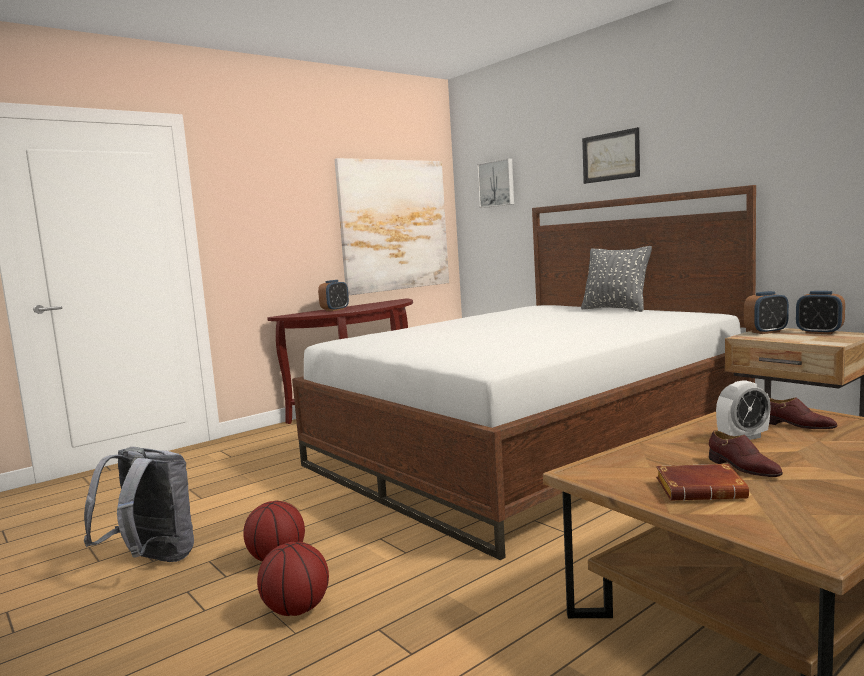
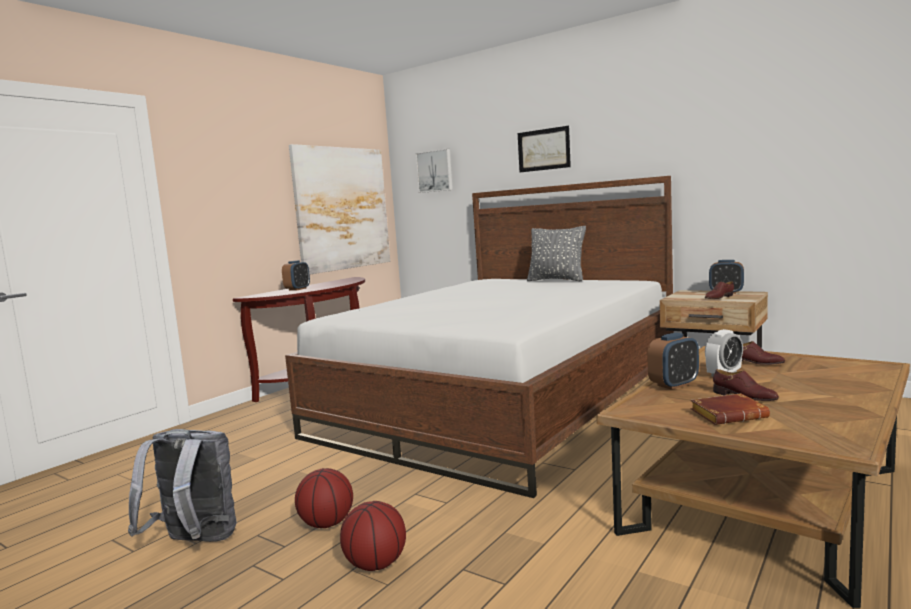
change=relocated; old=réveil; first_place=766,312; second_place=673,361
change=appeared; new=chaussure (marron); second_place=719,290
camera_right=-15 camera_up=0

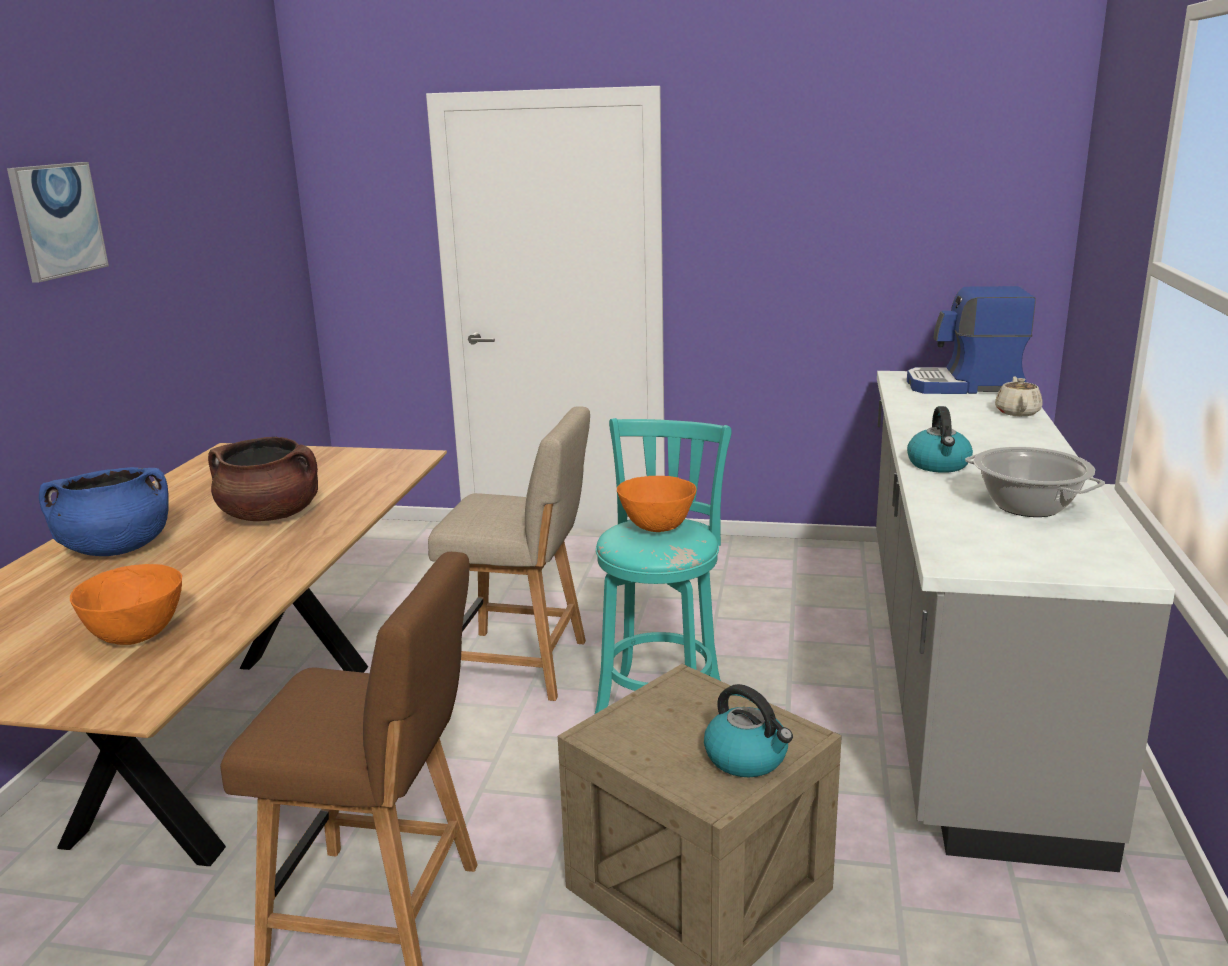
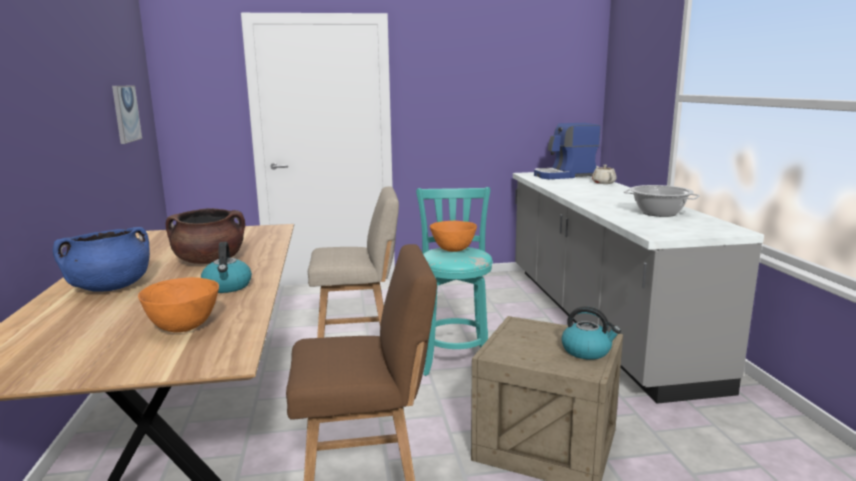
change=relocated; old=tableau; first_place=58,222; second_place=127,114
change=relocated; old=bouilloire; first_place=940,439; second_place=226,267
camera_right=-20 camera_up=-5

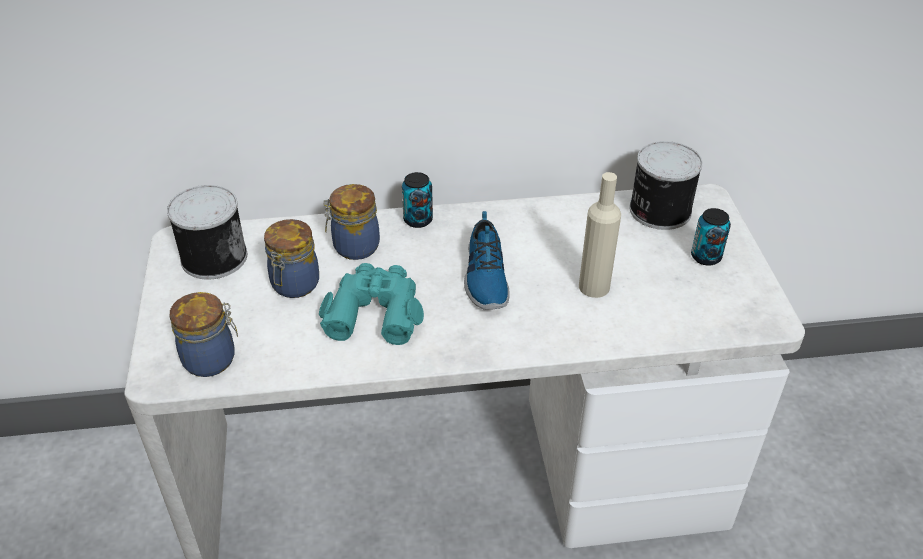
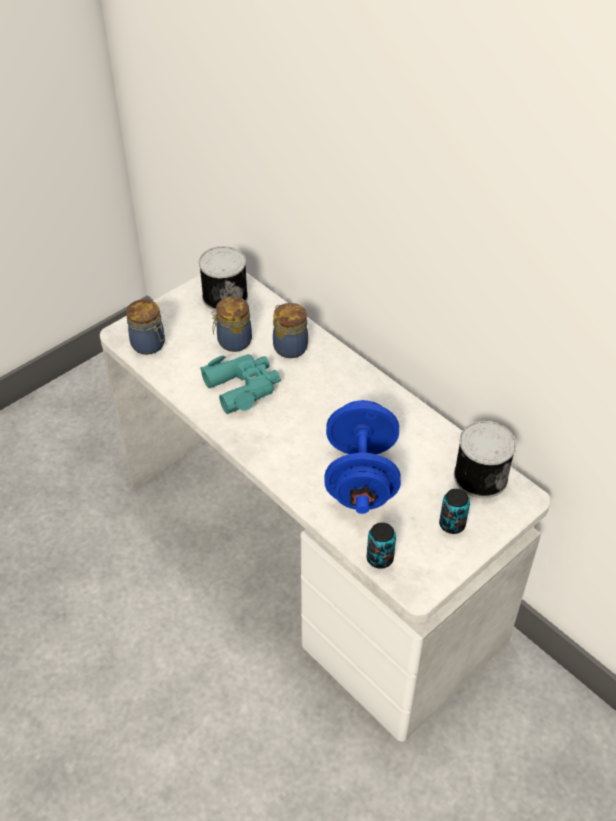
change=relocated; old=boîte métallique; first_place=417,200; second_place=381,545
change=missing; old=chaussure; first_place=487,260
change=exchanged; old=bouteille (beige); new=haltère (bleu); first_place=600,235; second_place=362,457
camera_right=55 camera_up=5

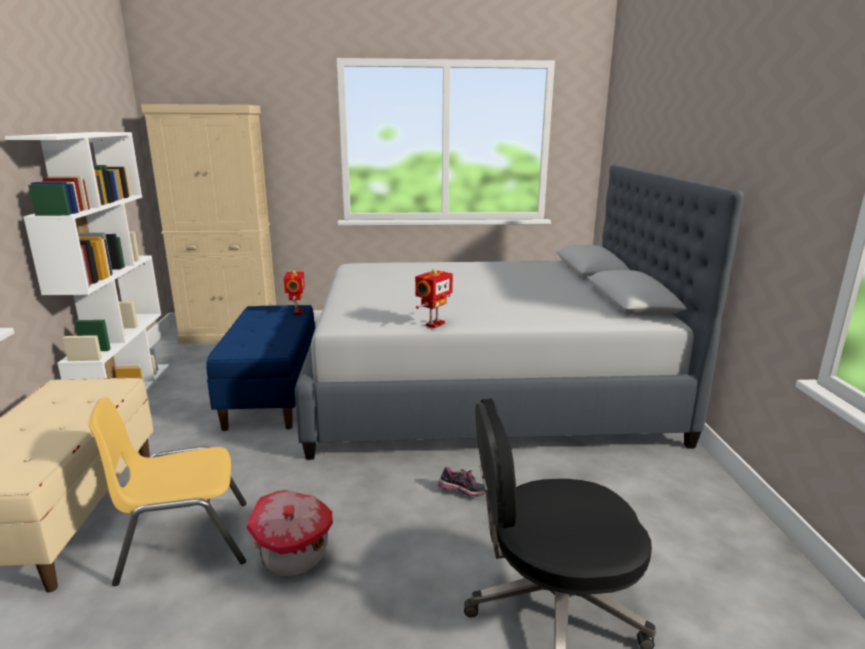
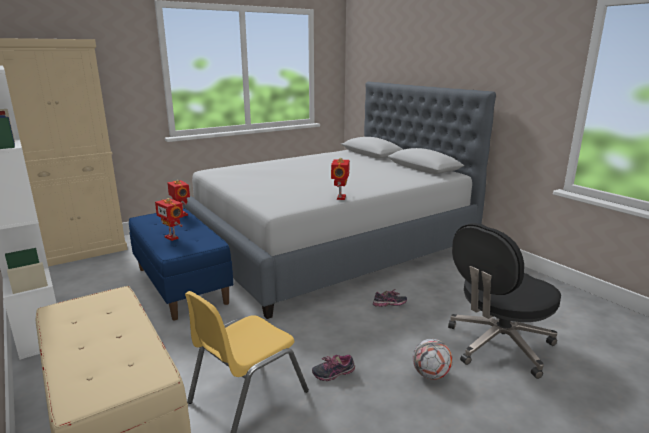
change=exchanged; old=maison miniature; new=chaussure; first_place=289,533; second_place=333,368
change=appeared; new=robot jouet; second_place=169,219
change=appeared; new=ballon de foot; second_place=433,359
camera_right=-30 camera_up=0

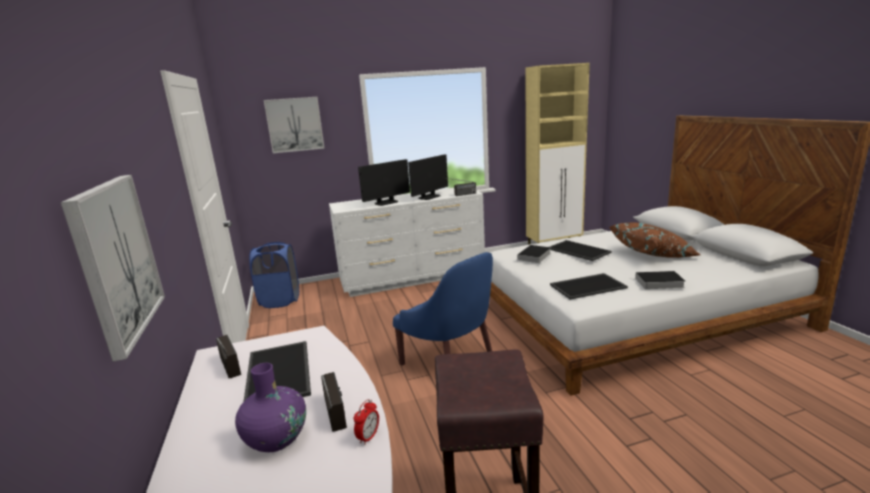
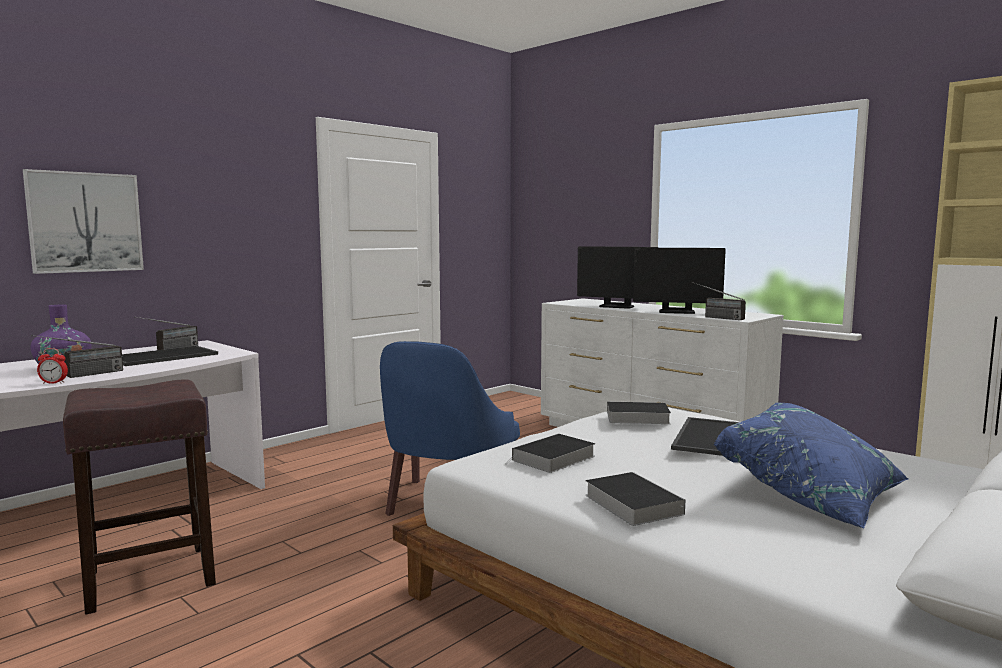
change=missing; old=panier à linge (bleu); first_place=274,275
change=missing; old=tableau; first_place=294,125
change=exchanged; old=plateau; new=livre; first_place=589,286; second_place=550,453
change=colour; old=coussin (marron); new=coussin (bleu); first_place=655,240; second_place=811,465
camera_right=60 camera_up=-10

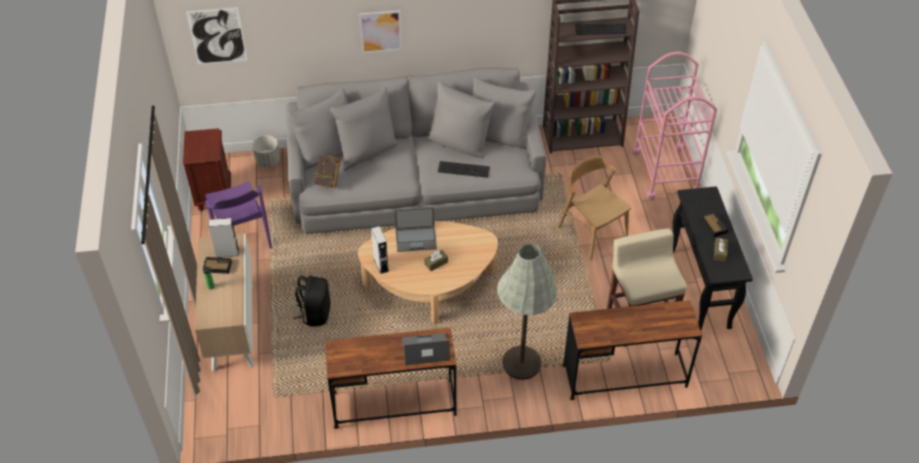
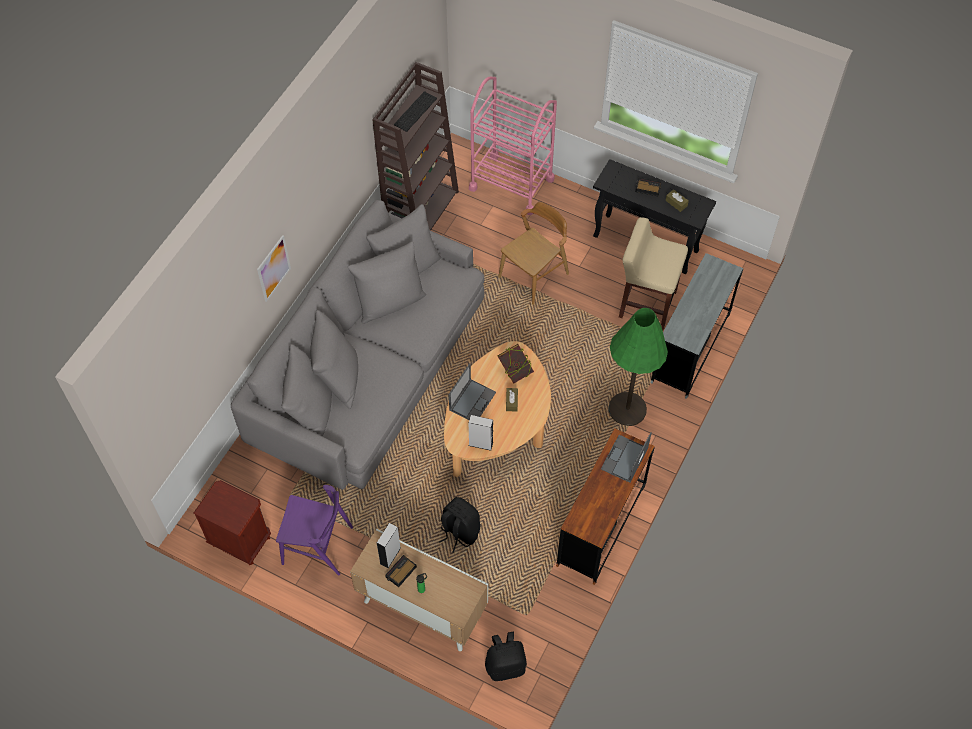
change=missing; old=tableau; first_place=217,35
change=missing; old=cache-pot (gris); first_place=266,151
change=relocated; old=livre; first_place=328,171; second_place=516,363
change=missing; old=clavier; first_place=464,169
change=colour; old=lampadaire (gris); new=lampadaire (vert); first_place=527,311; second_place=638,367
change=spun; old=chaise (marron); first_place=594,207; second_place=533,253; degrees=135
change=colour; old=bureau (marron); new=bureau (gris); first_place=632,350; second_place=696,326
change=appeared; new=sac à dos (noir); second_place=506,656
camera_right=-55 camera_up=10

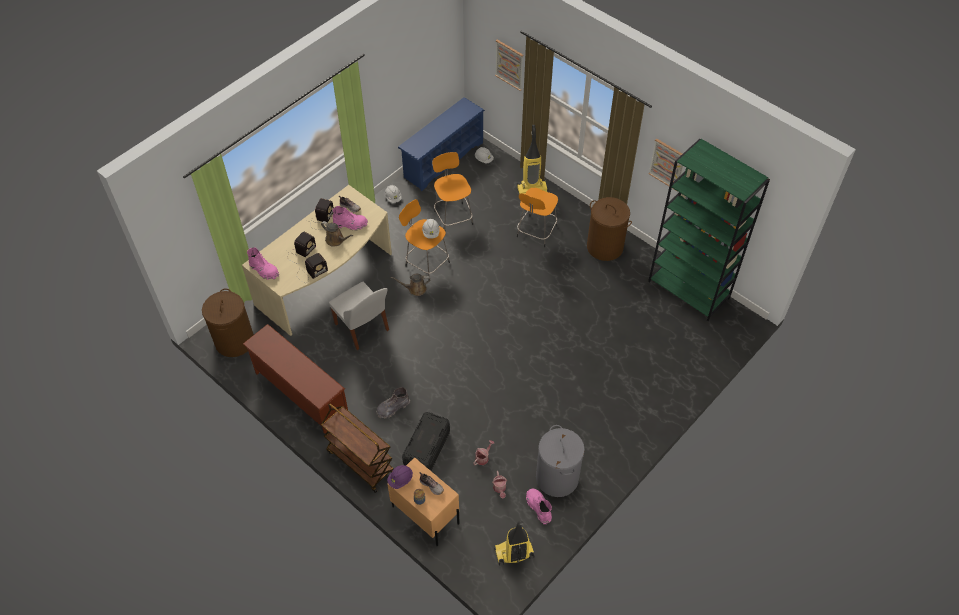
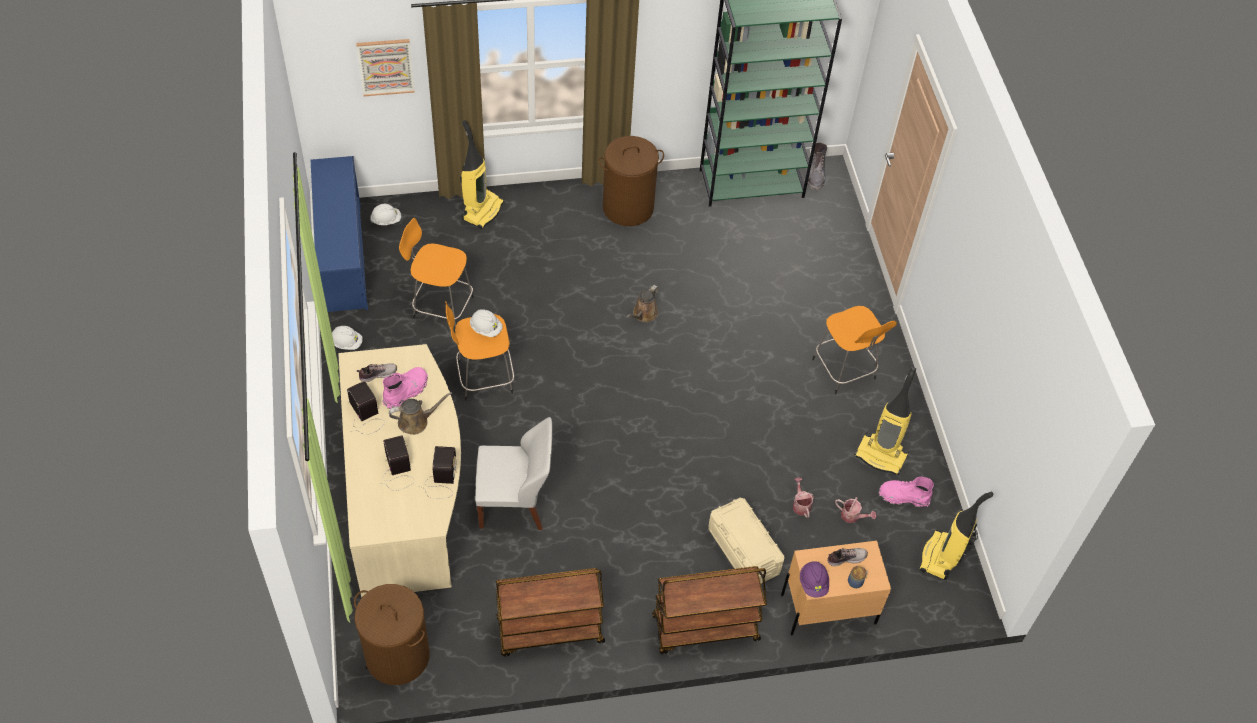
change=exchanged; old=étagère à chaussures (marron); new=chariot (marron); first_place=295,379; second_place=550,612
change=missing; old=botte (rose); first_place=263,263
change=relocated; old=botte (gris); first_place=393,403; second_place=817,166
change=relocated; old=arrosoir (marron); first_place=410,285; second_place=643,303
change=colour; old=boîte de rangement (noir); new=boîte de rangement (beige); first_place=426,441; second_place=746,541
change=relocated; old=tabouret (orange); first_place=537,217; second_place=854,350
change=exchanged; old=panier à linge (gris); new=aspirateur; first_place=560,461; second_place=885,421
change=missing; old=tableau; first_place=666,165
camera_right=-55 camera_up=0

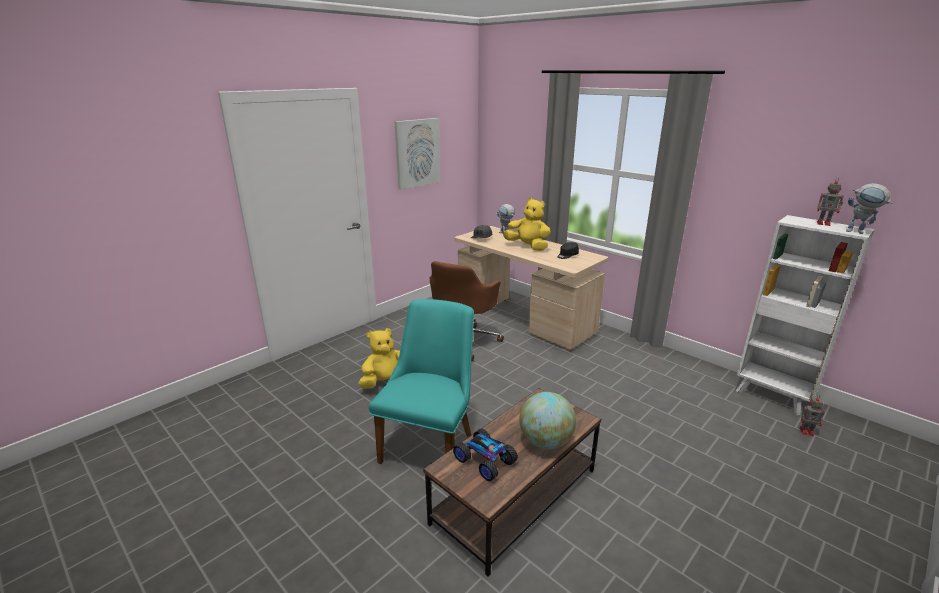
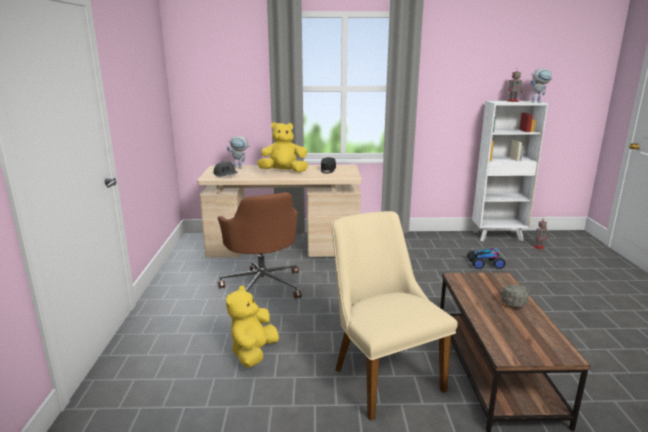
change=colour; old=chaise (turquoise); new=chaise (beige); first_place=421,381; second_place=395,316
change=missing; old=tableau; first_place=417,154
change=relocated; old=petite voiture; first_place=485,454; second_place=486,258
change=exchanged; old=globe; new=casquette (gris); first_place=547,420; second_place=515,295
camera_right=-45 camera_up=-5

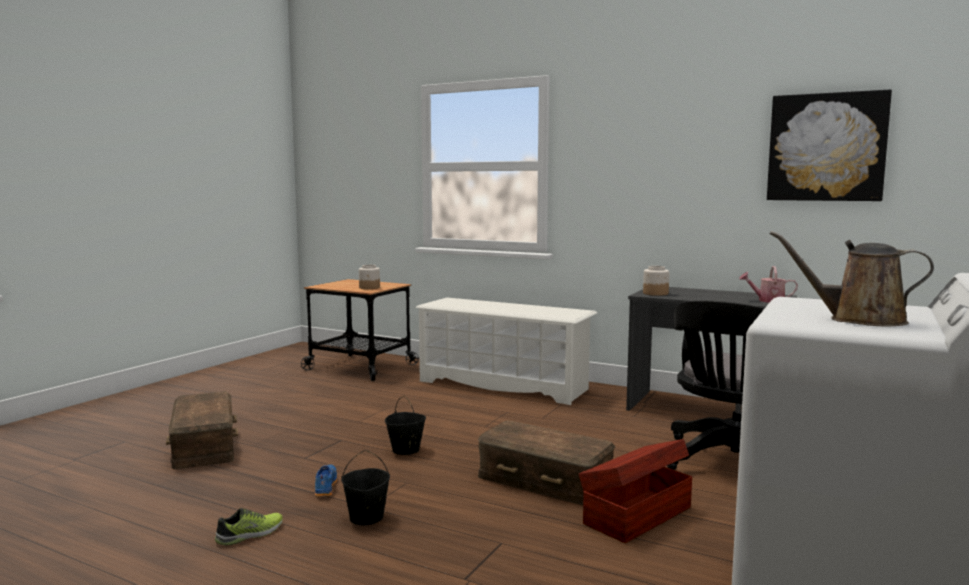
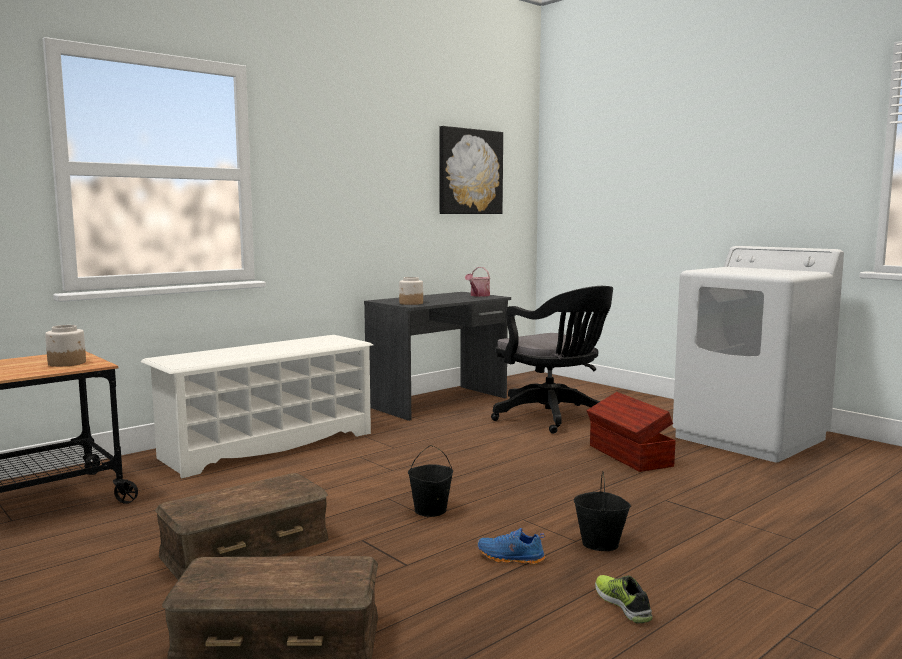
change=relocated; old=boîte de rangement (marron); first_place=546,463; second_place=242,526
change=missing; old=arrosoir (marron); first_place=852,279
camera_right=-70 camera_up=0

